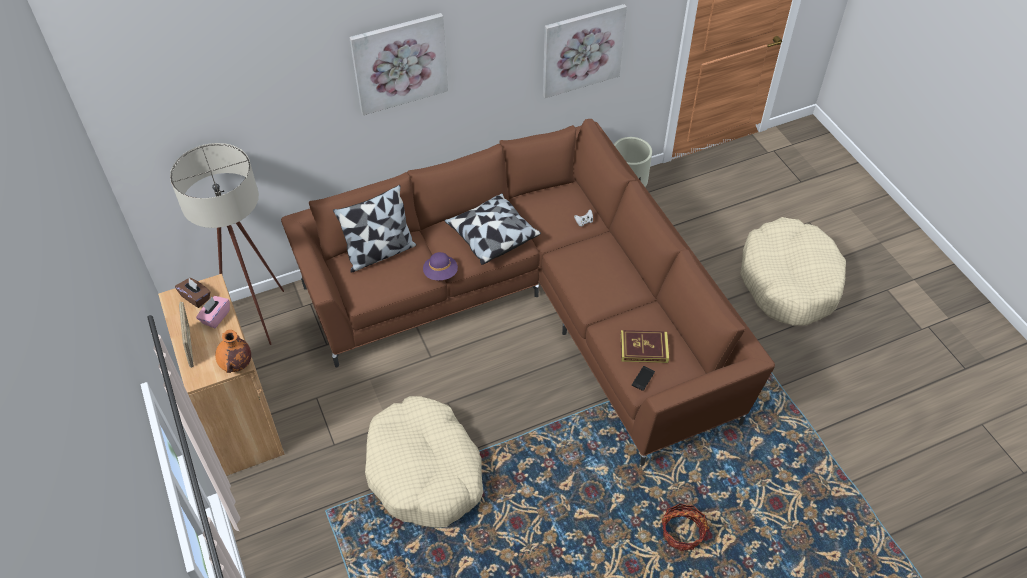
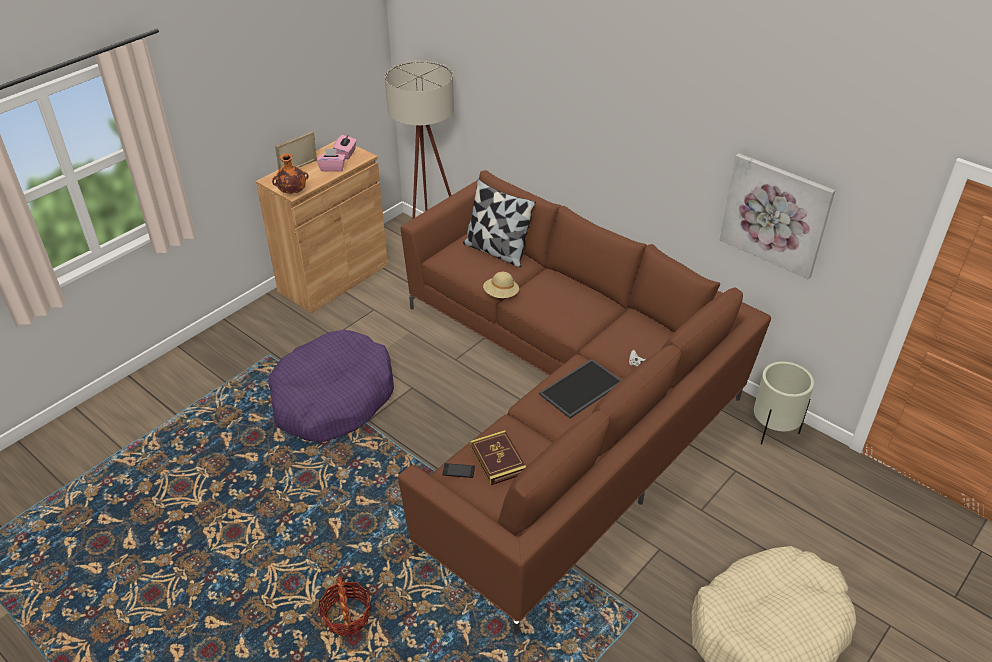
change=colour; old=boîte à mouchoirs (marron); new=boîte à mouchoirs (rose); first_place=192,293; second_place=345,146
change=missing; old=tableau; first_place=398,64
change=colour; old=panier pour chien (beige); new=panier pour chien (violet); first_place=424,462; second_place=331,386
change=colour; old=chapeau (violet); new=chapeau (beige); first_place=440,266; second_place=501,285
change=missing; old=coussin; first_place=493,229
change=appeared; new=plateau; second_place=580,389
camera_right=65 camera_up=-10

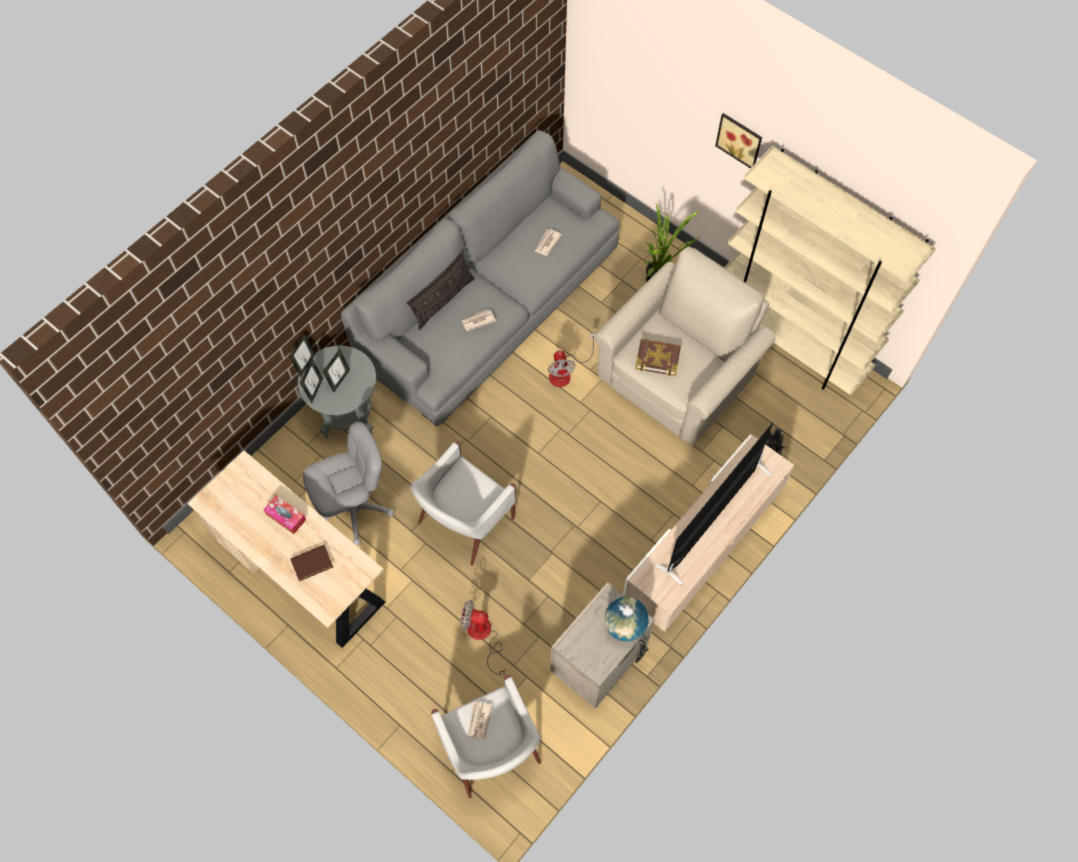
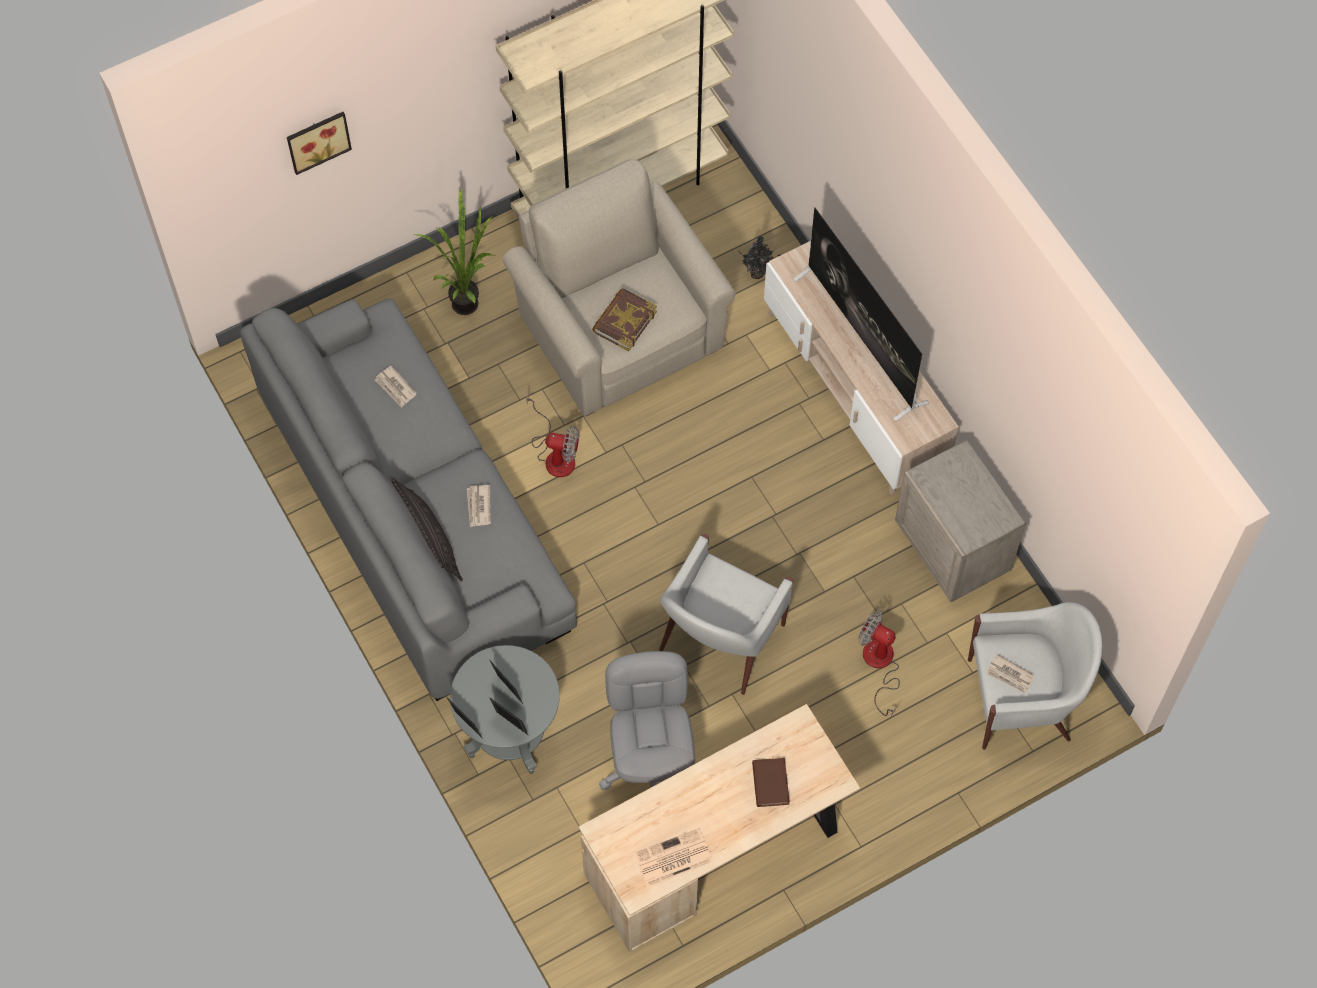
change=missing; old=boîte à mouchoirs; first_place=284,514
change=spun; old=fauteuil (blanc); first_place=463,503; second_place=726,614; degrees=60
change=spun; old=ventilateur; first_place=483,637; second_place=879,664; degrees=90
change=missing; old=globe; first_place=626,619
change=relocated; old=tableau; first_place=738,140; second_place=319,143
change=appeared; new=journal; second_place=673,857
camera_right=-70 camera_up=0

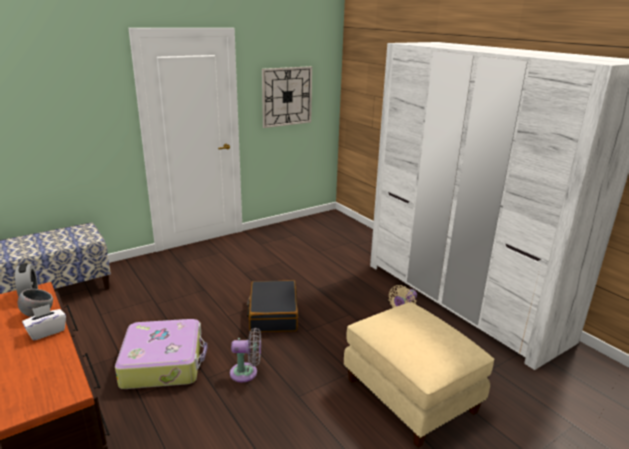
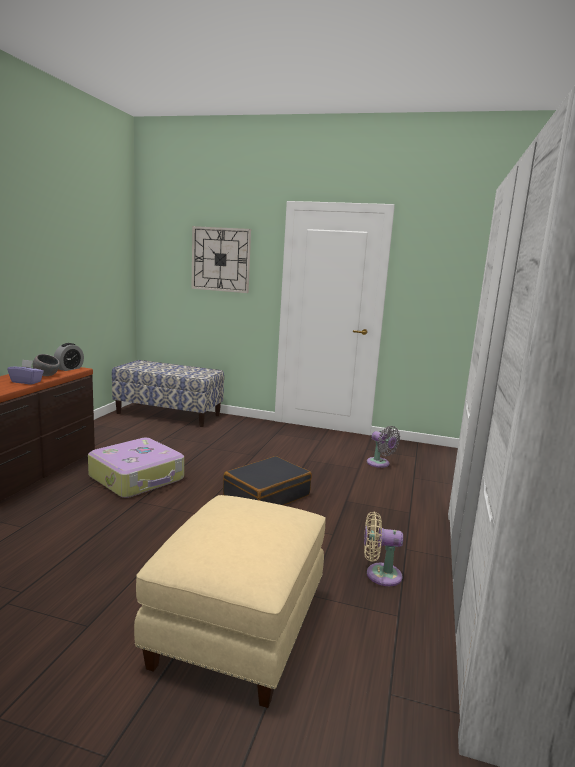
change=colour; old=boîte à mouchoirs (blanc); new=boîte à mouchoirs (violet); first_place=44,322; second_place=25,371
change=relocated; old=ventilateur (gris); first_place=245,355; second_place=383,447
change=relocated; old=horloge murale; first_place=287,97; second_place=221,259
camera_right=50 camera_up=-10

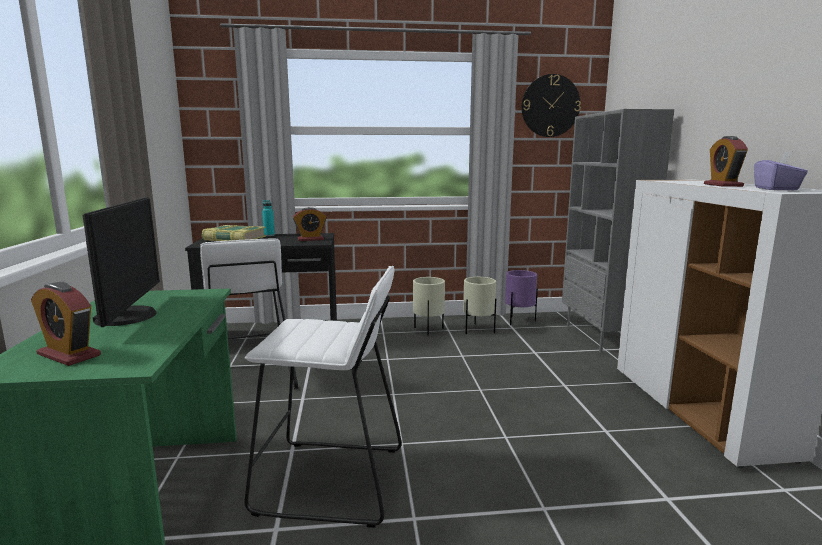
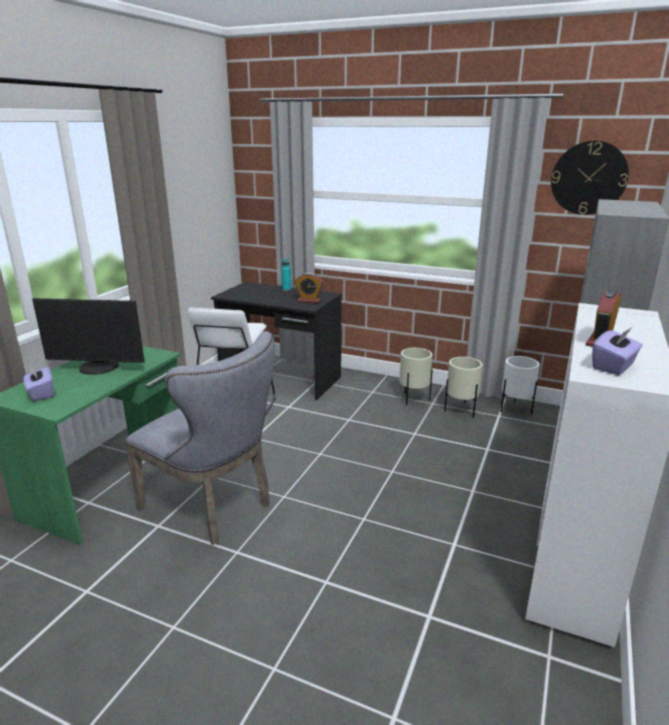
change=exchanged; old=réveil; new=boîte à mouchoirs (violet); first_place=66,324; second_place=38,383
change=spun; old=écran d'ordinateur; first_place=121,262; second_place=88,336; degrees=75
change=missing; old=livre; first_place=234,233
change=exchanged; old=tabouret (blanc); new=chaise (gris); first_place=323,397; second_place=200,438
change=colour; old=cache-pot (violet); new=cache-pot (blanc); first_place=521,297; second_place=520,385
camera_right=30 camera_up=10

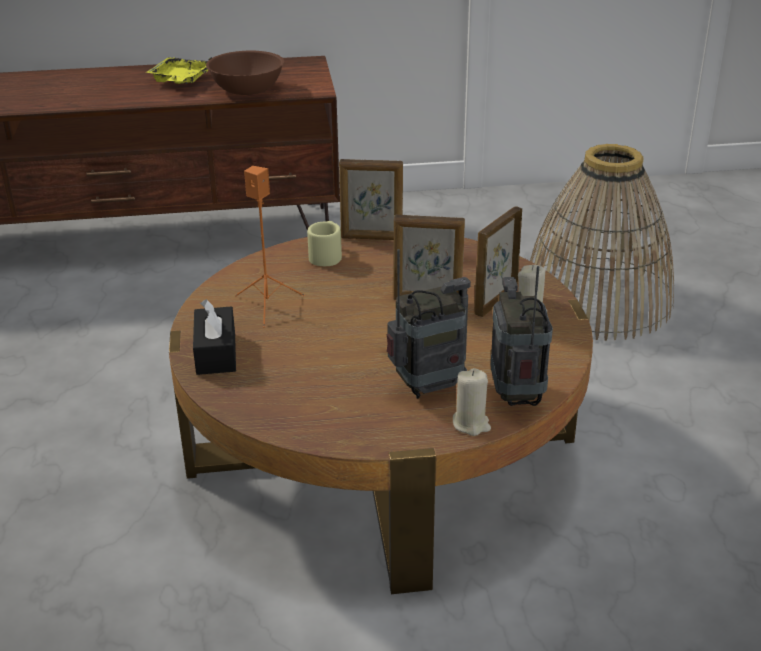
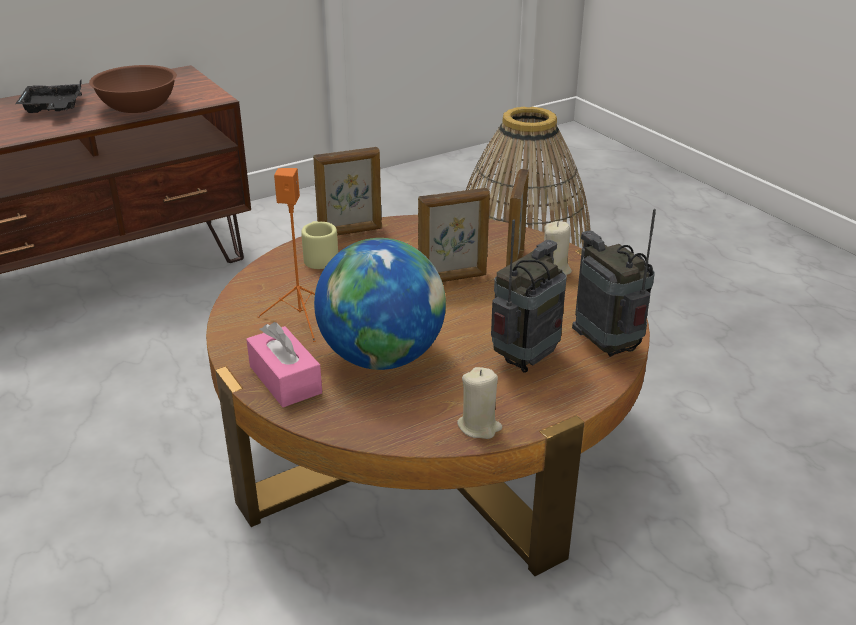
change=colour; old=plateau (jaune); new=plateau (noir); first_place=179,70; second_place=49,96
change=colour; old=boîte à mouchoirs (noir); new=boîte à mouchoirs (rose); first_place=214,337; second_place=284,364
change=relocated; old=bougie (beige); first_place=472,402; second_place=480,403
change=appeared; new=globe; second_place=380,304
camera_right=-25 camera_up=0

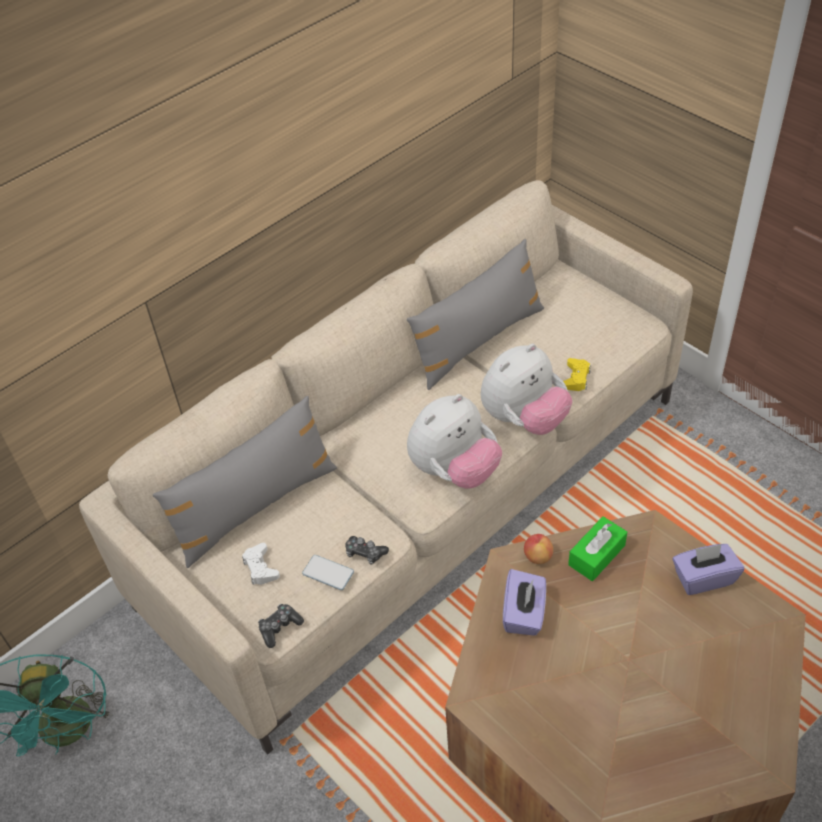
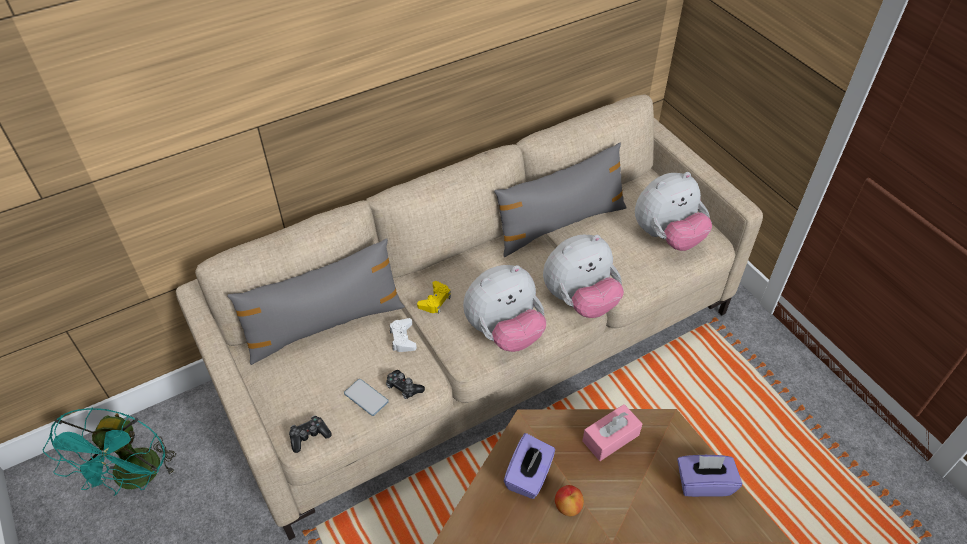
change=relocated; old=manette (blanc); first_place=261,564; second_place=403,335
change=relocated; old=pomme; first_place=538,549; second_place=569,500
change=relocated; old=manette (jaune); first_place=576,374; second_place=434,297
change=colour; old=boîte à mouchoirs (vert); new=boîte à mouchoirs (rose); first_place=597,548; second_place=612,432
change=appeared; new=peluche; second_place=673,211
camera_right=10 camera_up=0

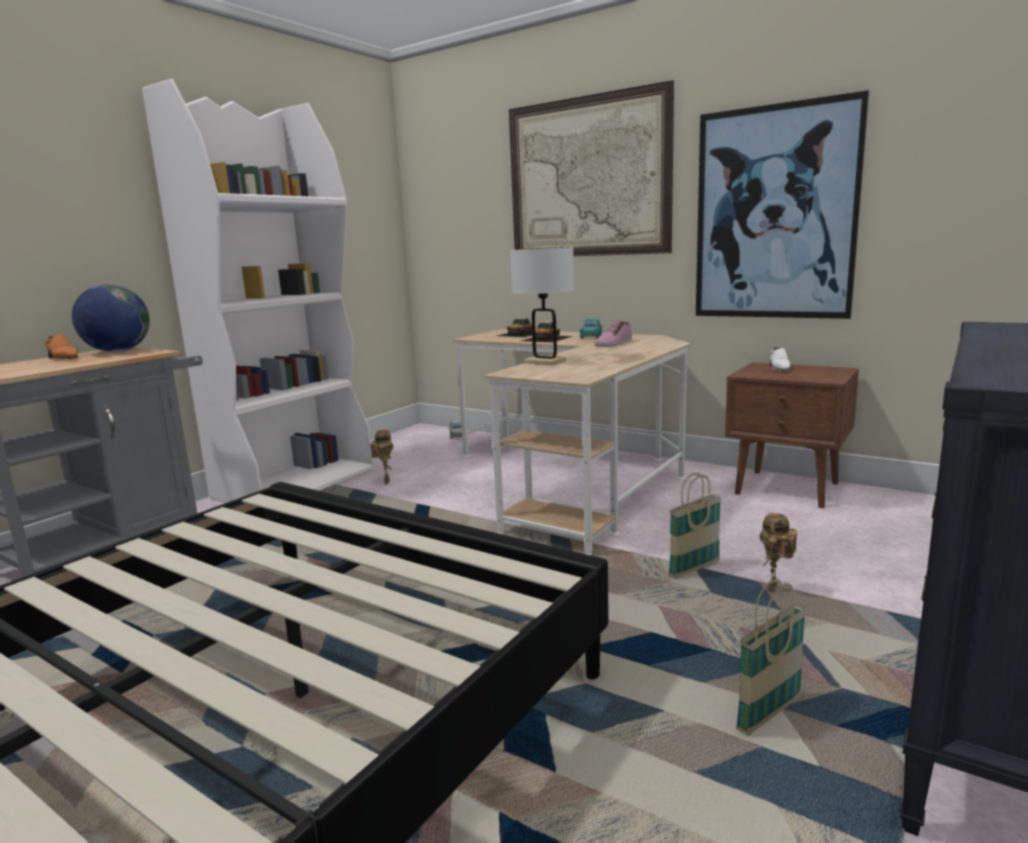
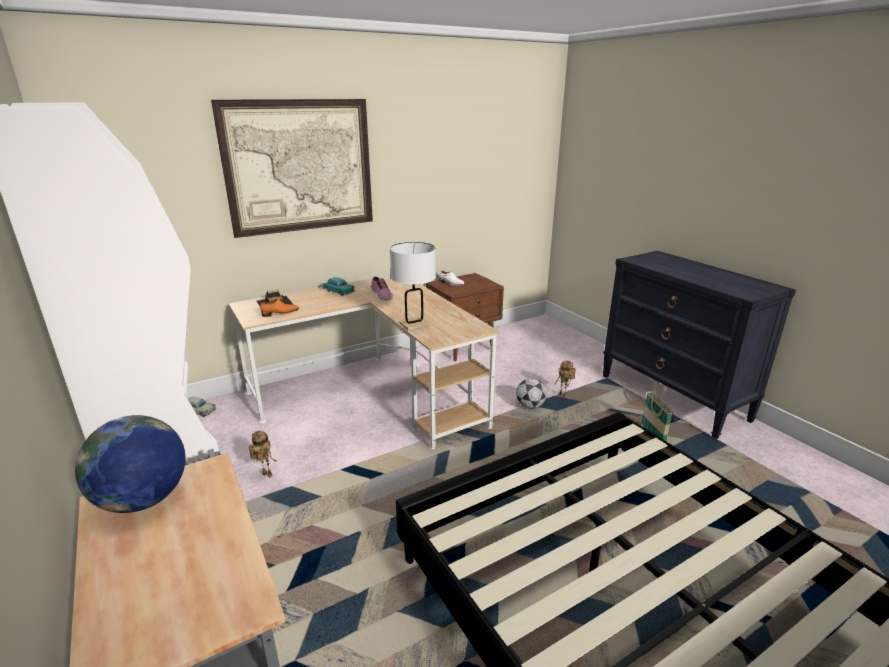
change=relocated; old=chaussure (orange); first_place=61,347; second_place=279,308
change=missing; old=petite voiture; first_place=547,331
change=exchanged; old=panier; new=ballon de foot; first_place=694,526; second_place=531,393
change=missing; old=tableau; first_place=782,204
camera_right=-65 camera_up=10

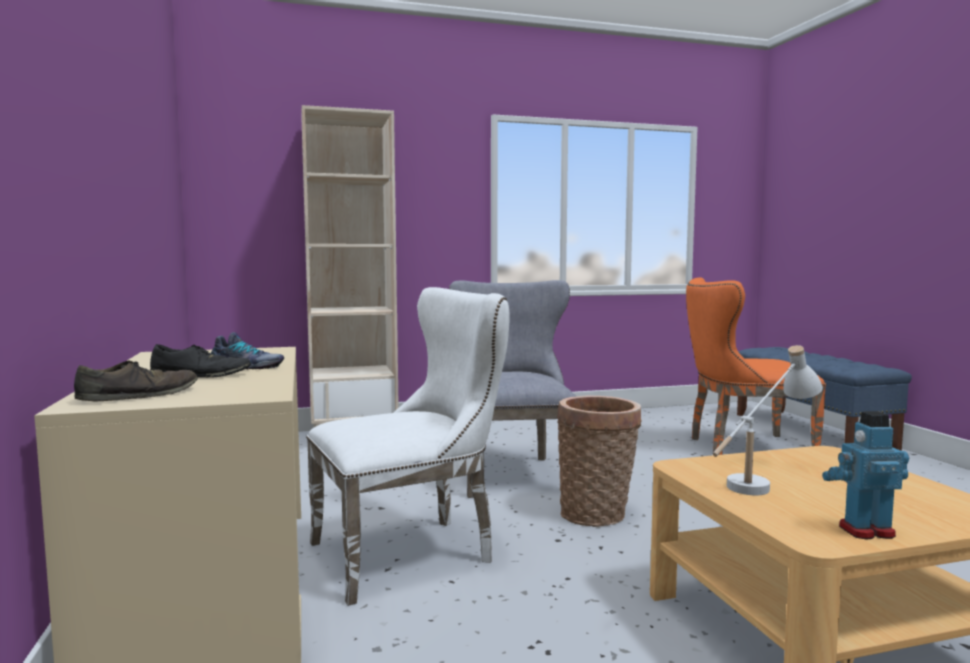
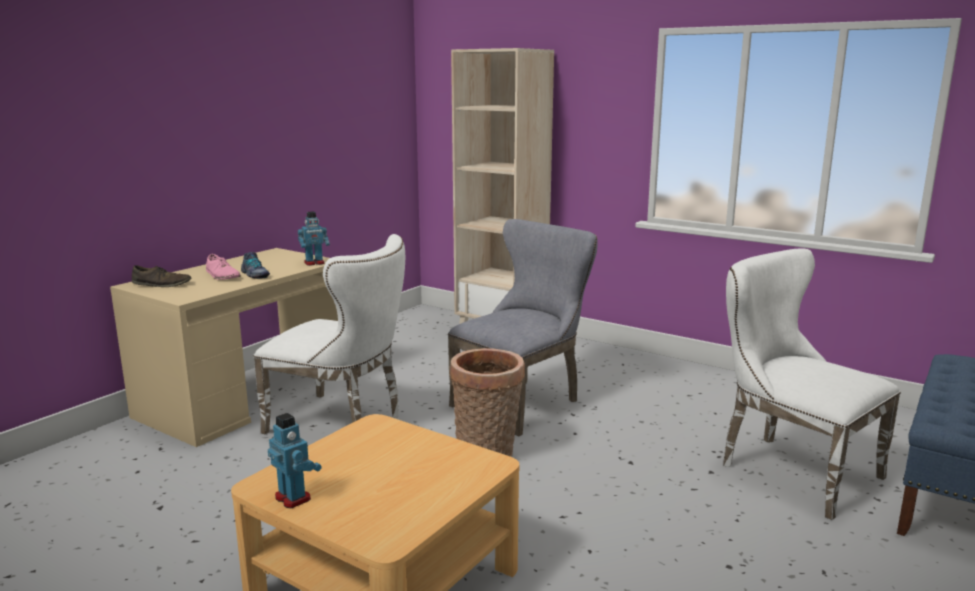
change=colour; old=chaussure (noir); new=chaussure (rose); first_place=200,361; second_place=223,267
change=colour; old=chaise (orange); new=chaise (blanc); first_place=756,366; second_place=812,384
change=missing; old=lampe de table (blanc); first_place=768,420
change=appeared; new=robot jouet; second_place=314,238
camera_right=50 camera_up=10

